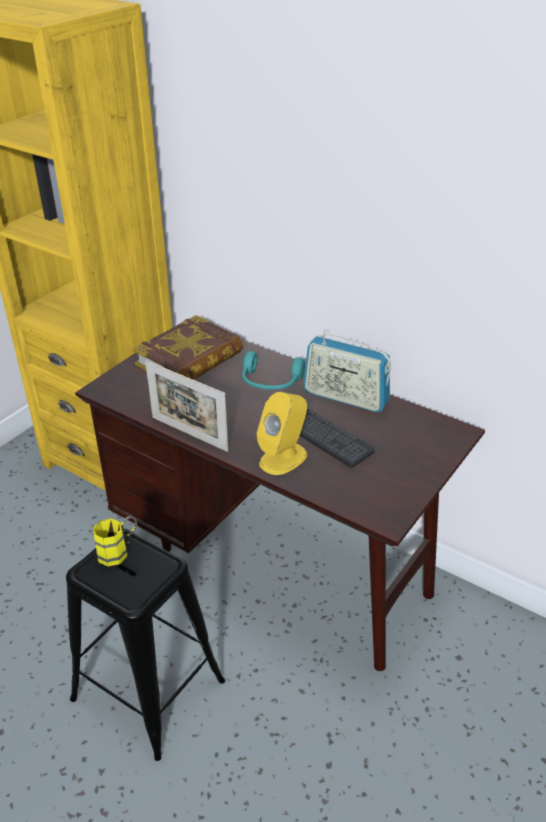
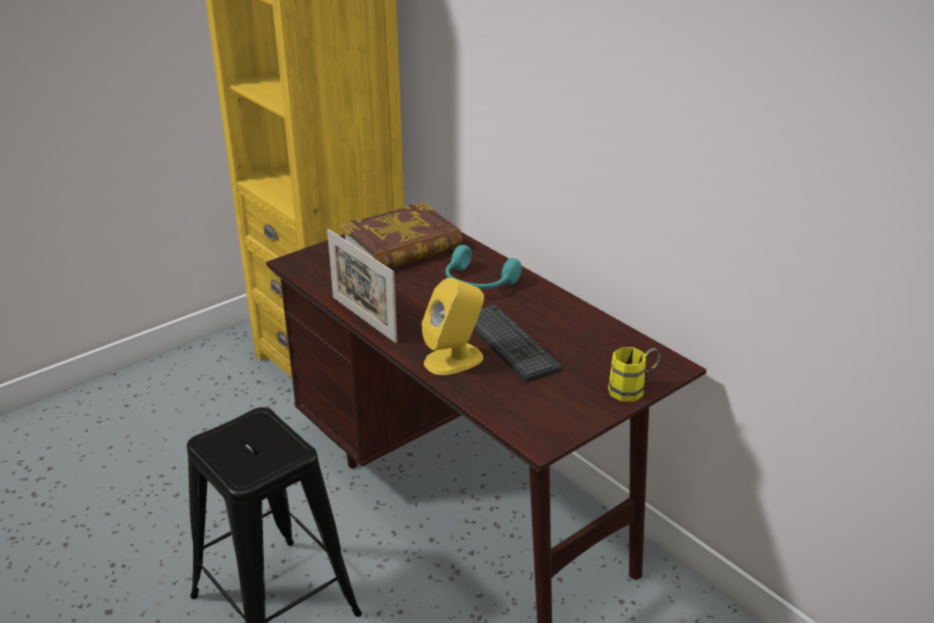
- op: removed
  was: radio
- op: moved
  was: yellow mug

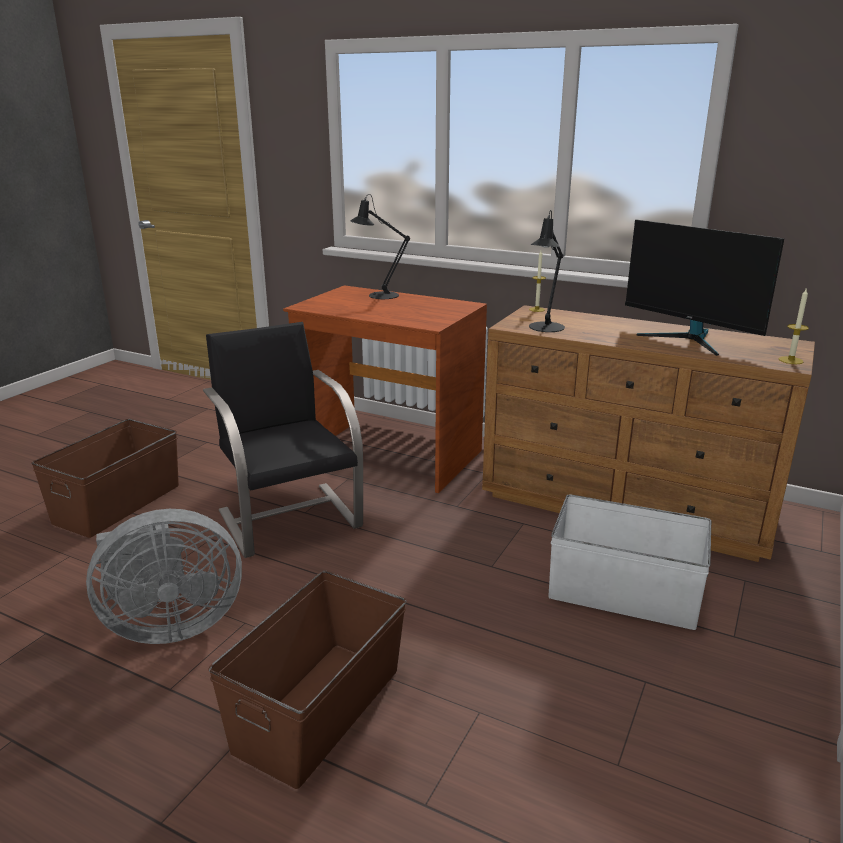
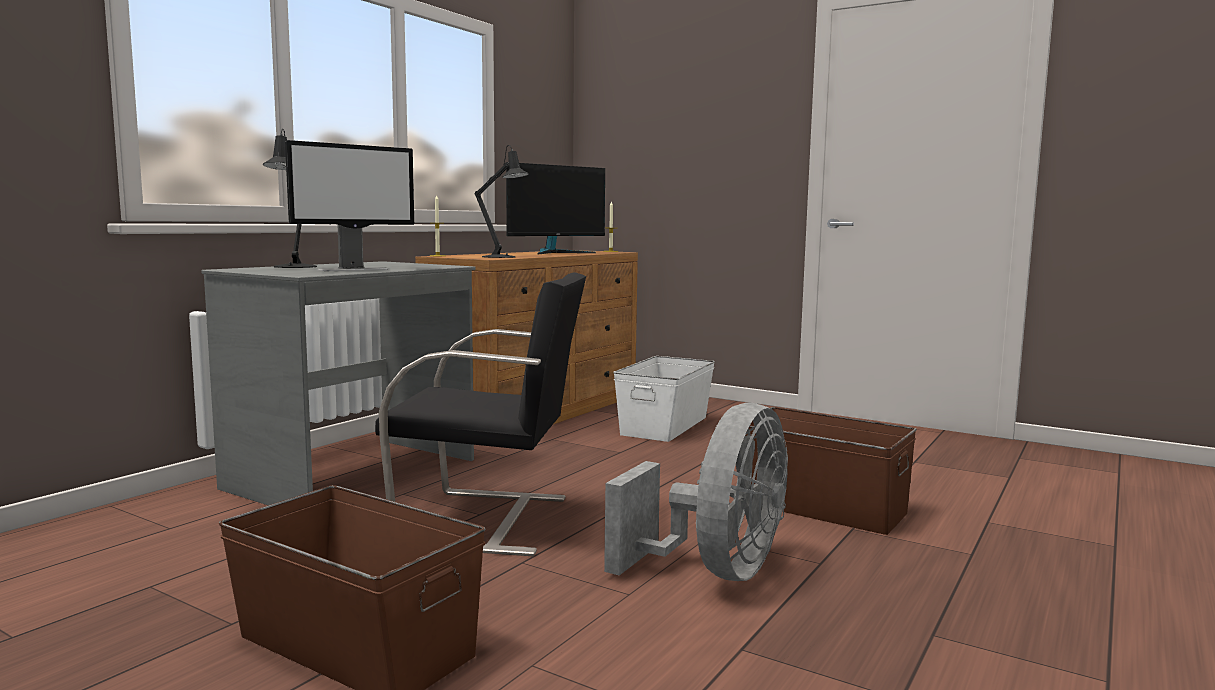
- op: recoloured
  was: brown desk
  now: grey desk
- op: turned
  was: black chair
  clockwise: -150
- op: turned
  was: grey fan
  clockwise: 45
- op: added
  now: monitor (1st from left)

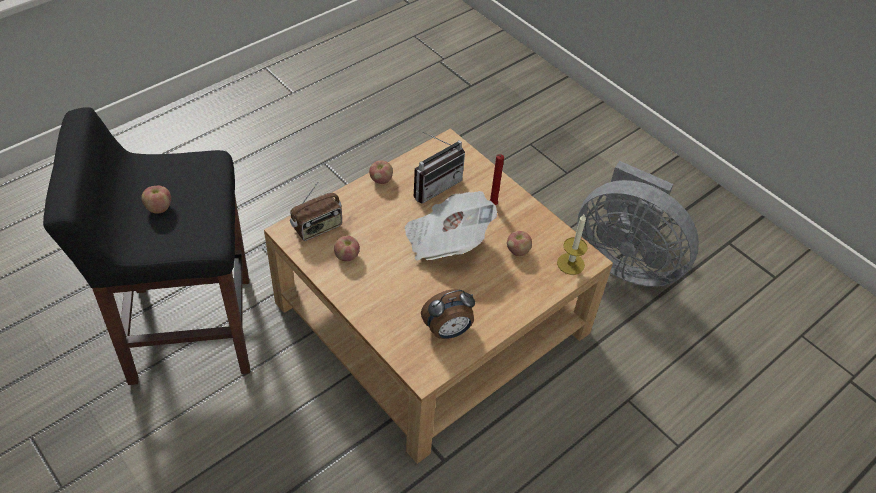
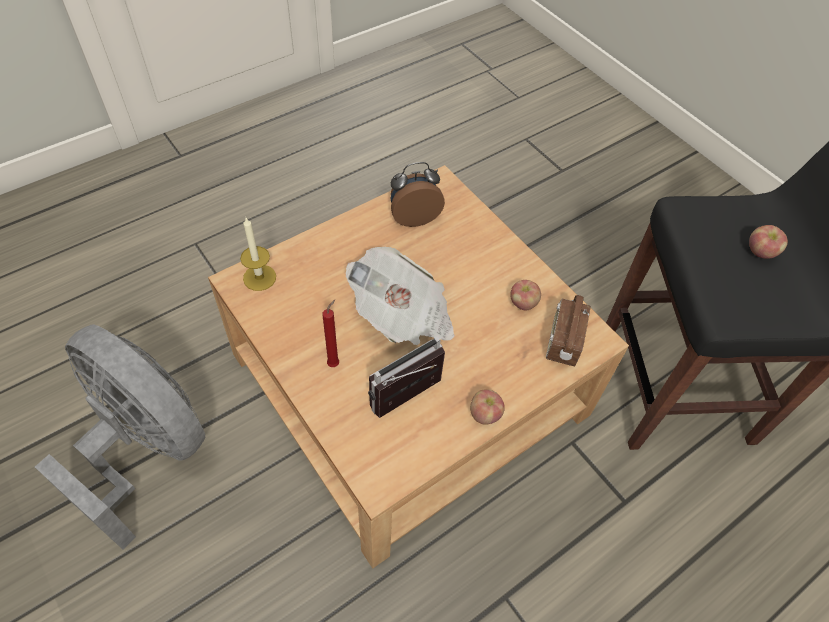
- op: turned
  was: radio (1st from left in the first image)
  clockwise: -45
- op: removed
  was: apple (4th from left)

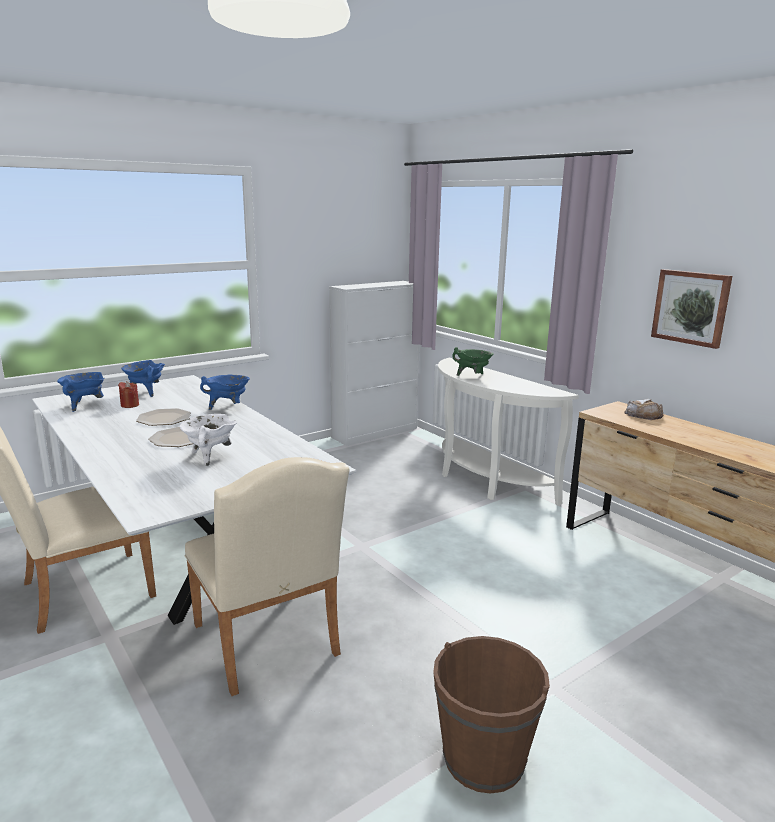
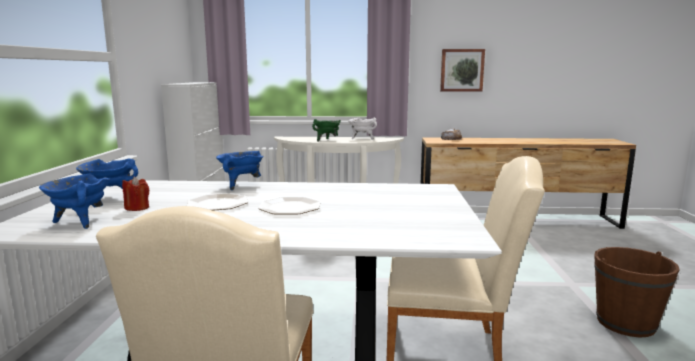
- op: moved
  was: white cooking pot

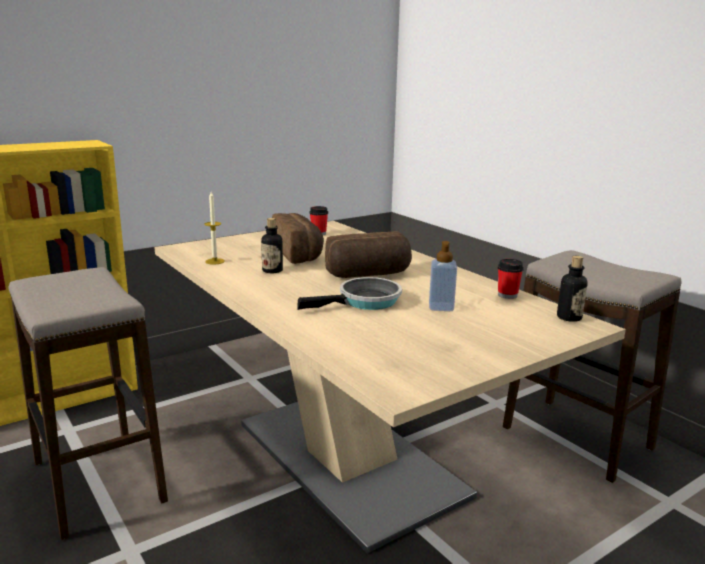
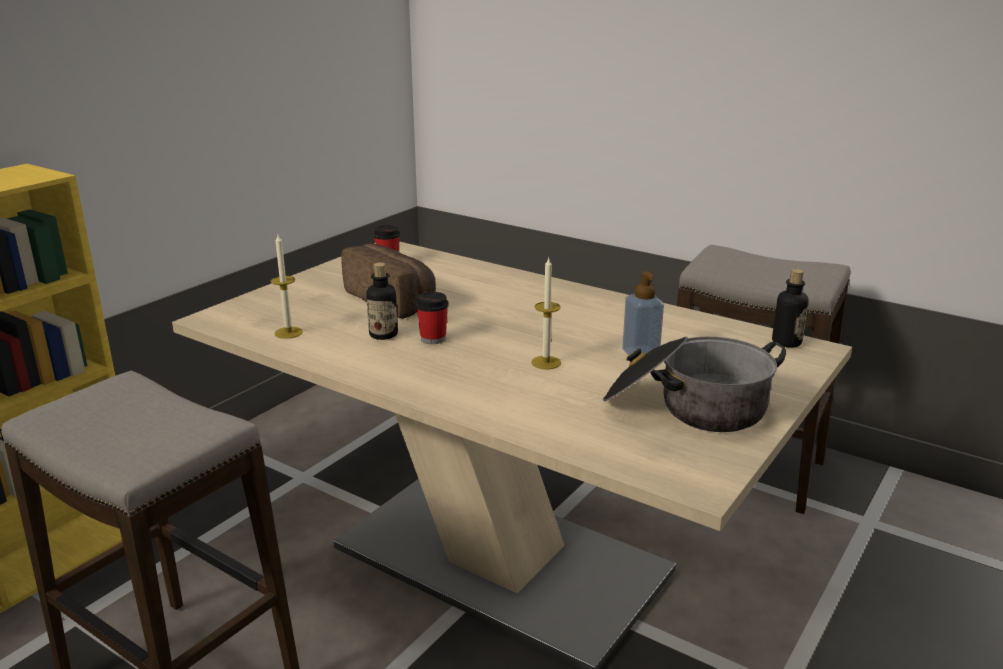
- op: removed
  was: bread (2nd from left)
- op: moved
  was: cup (2nd from left)
- op: replaced
  was: frying pan
  now: candle (2nd from left)
- op: added
  now: cooking pot

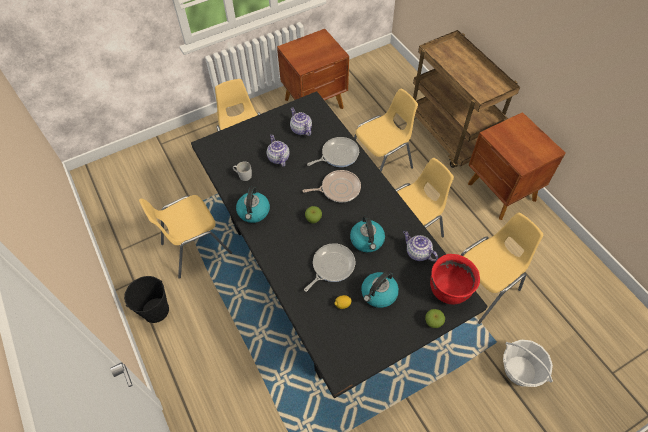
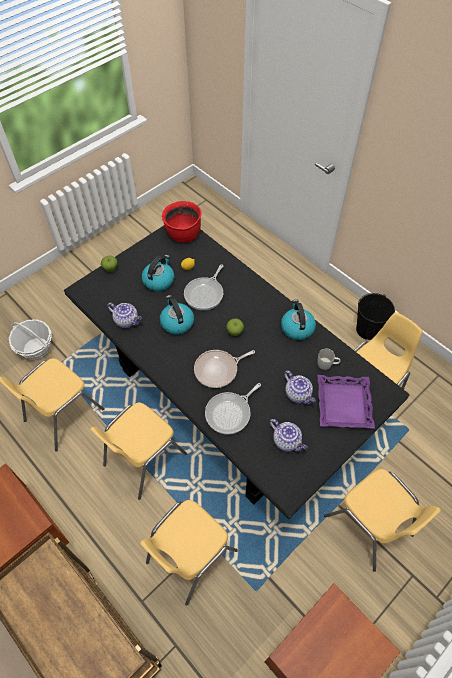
- op: moved
  was: red cooking pot
- op: added
  now: purple tray

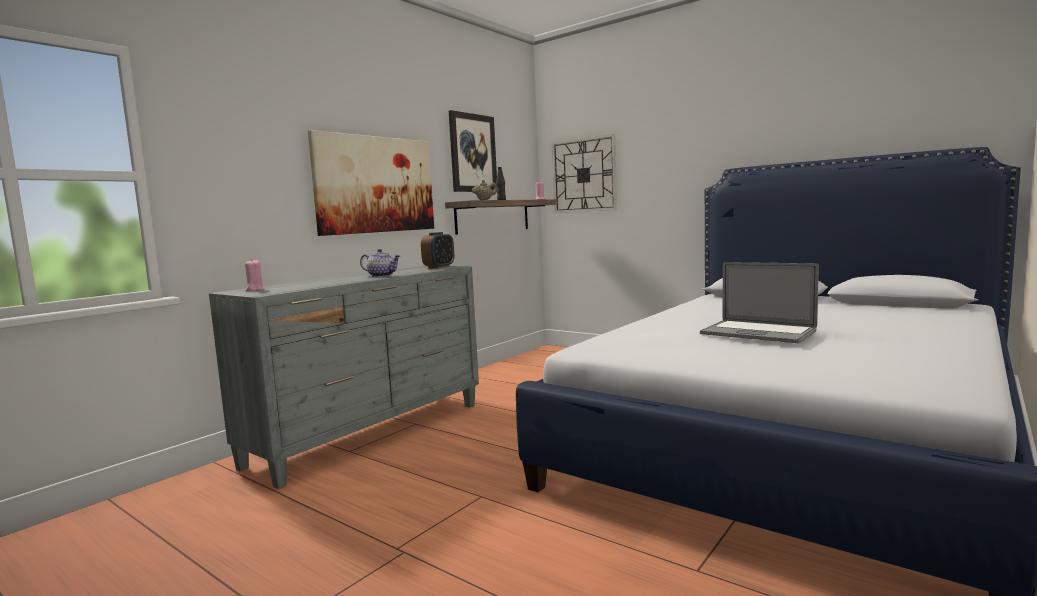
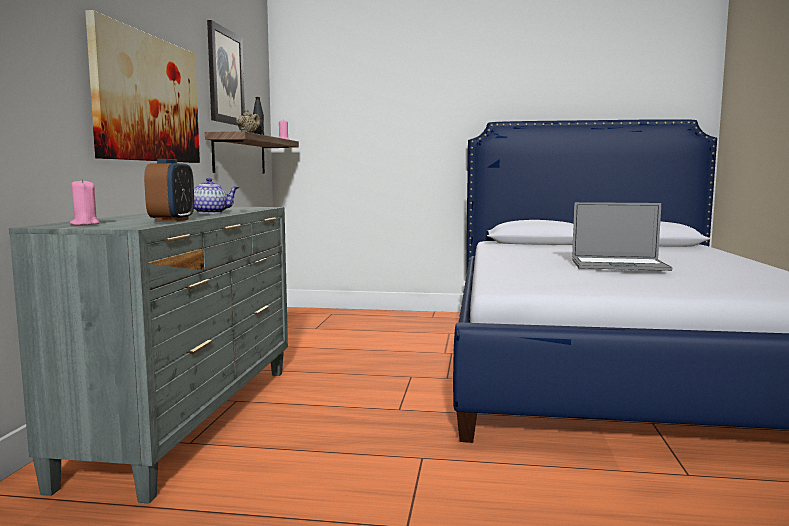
- op: removed
  was: wall clock
- op: moved
  was: alarm clock

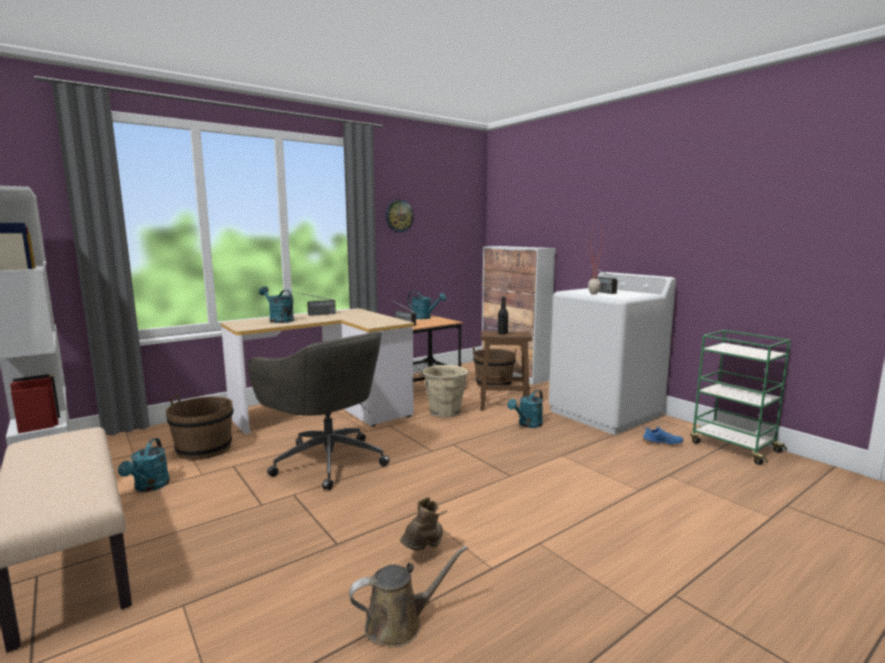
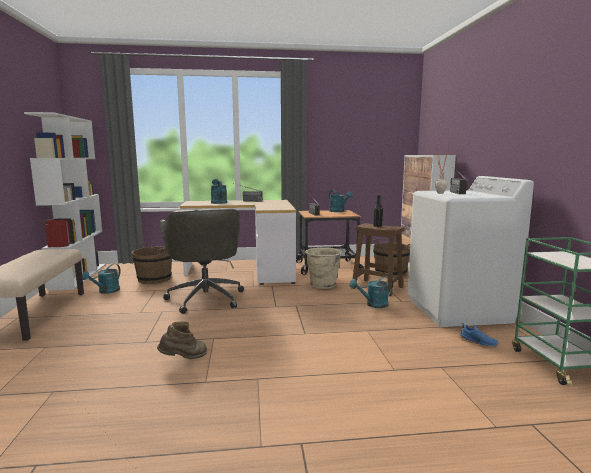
- op: removed
  was: wall clock
- op: removed
  was: brown watering can

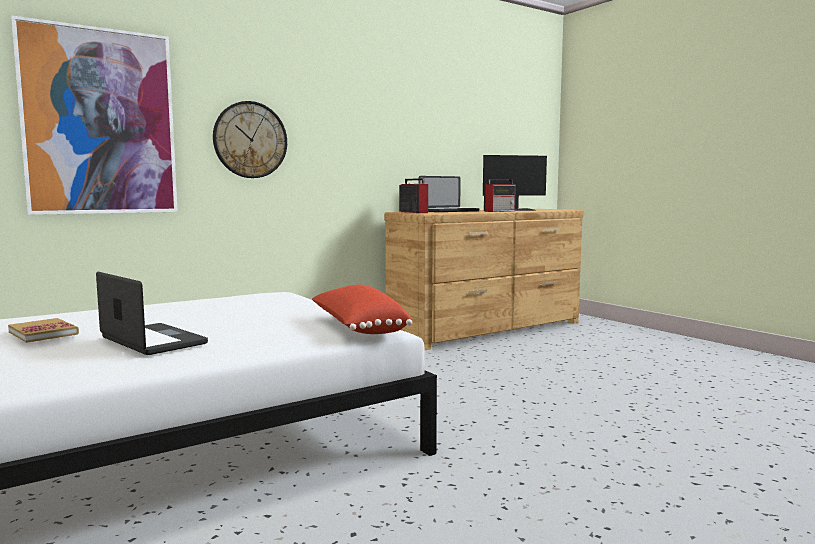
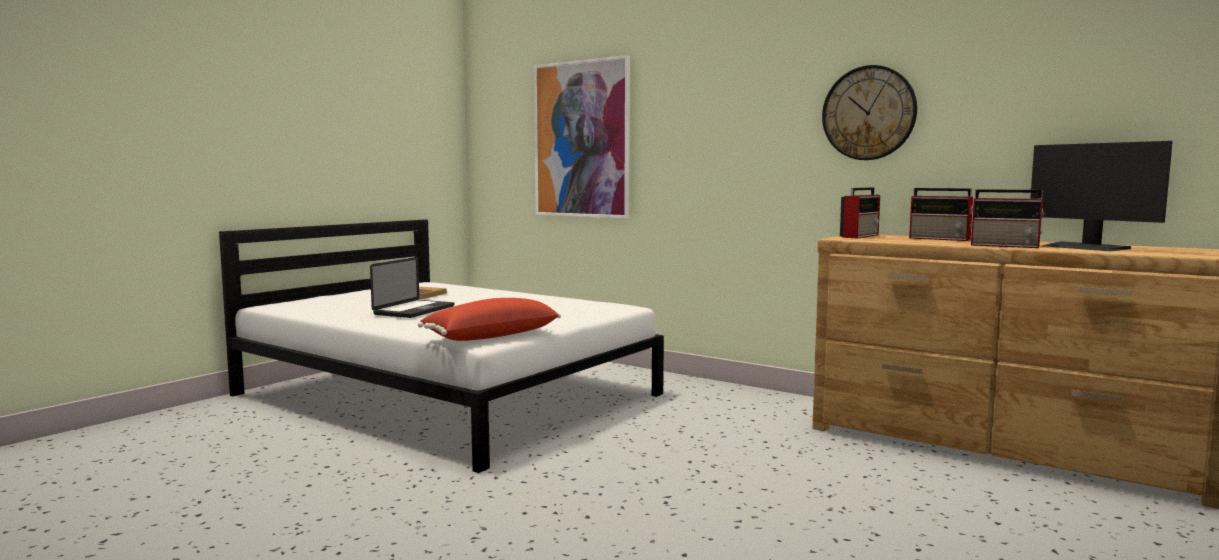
- op: moved
  was: wall clock
- op: replaced
  was: laptop (2nd from left)
  now: radio (2nd from left)

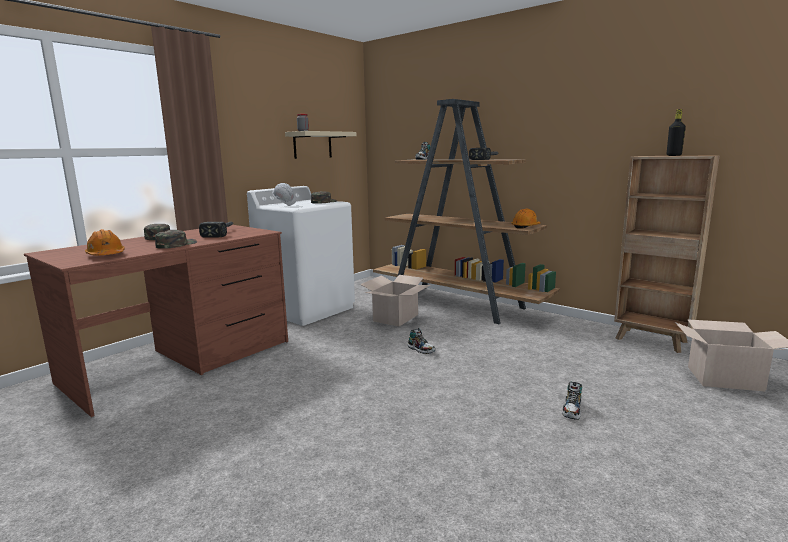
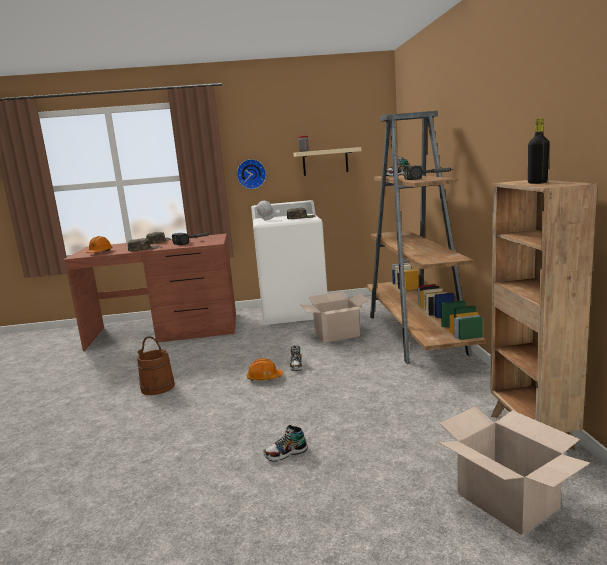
- op: moved
  was: orange hard hat (2nd from left)
- op: added
  now: wall clock
- op: added
  now: brown bucket

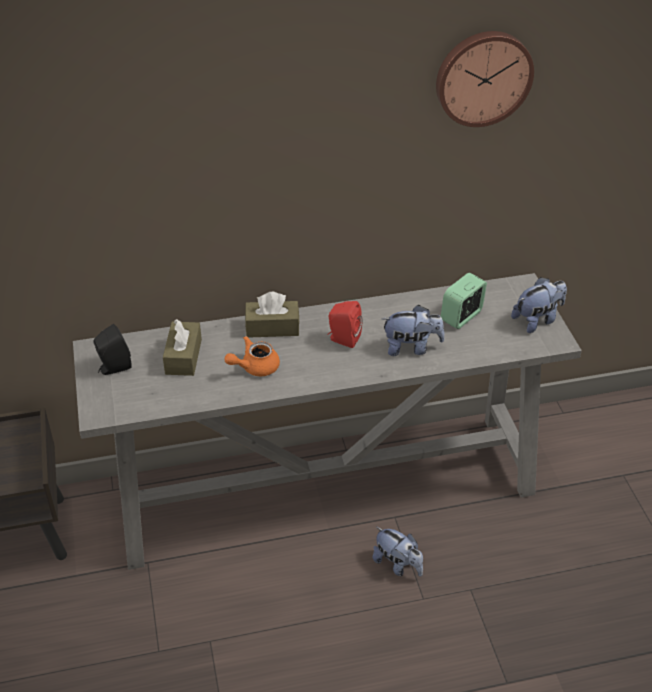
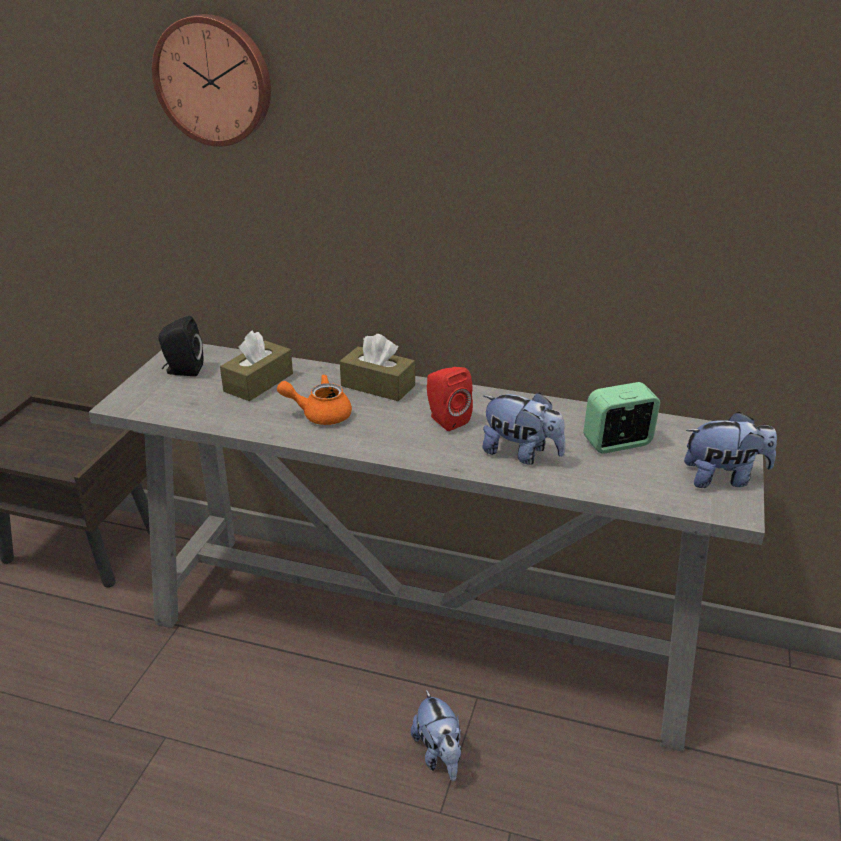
- op: moved
  was: wall clock

